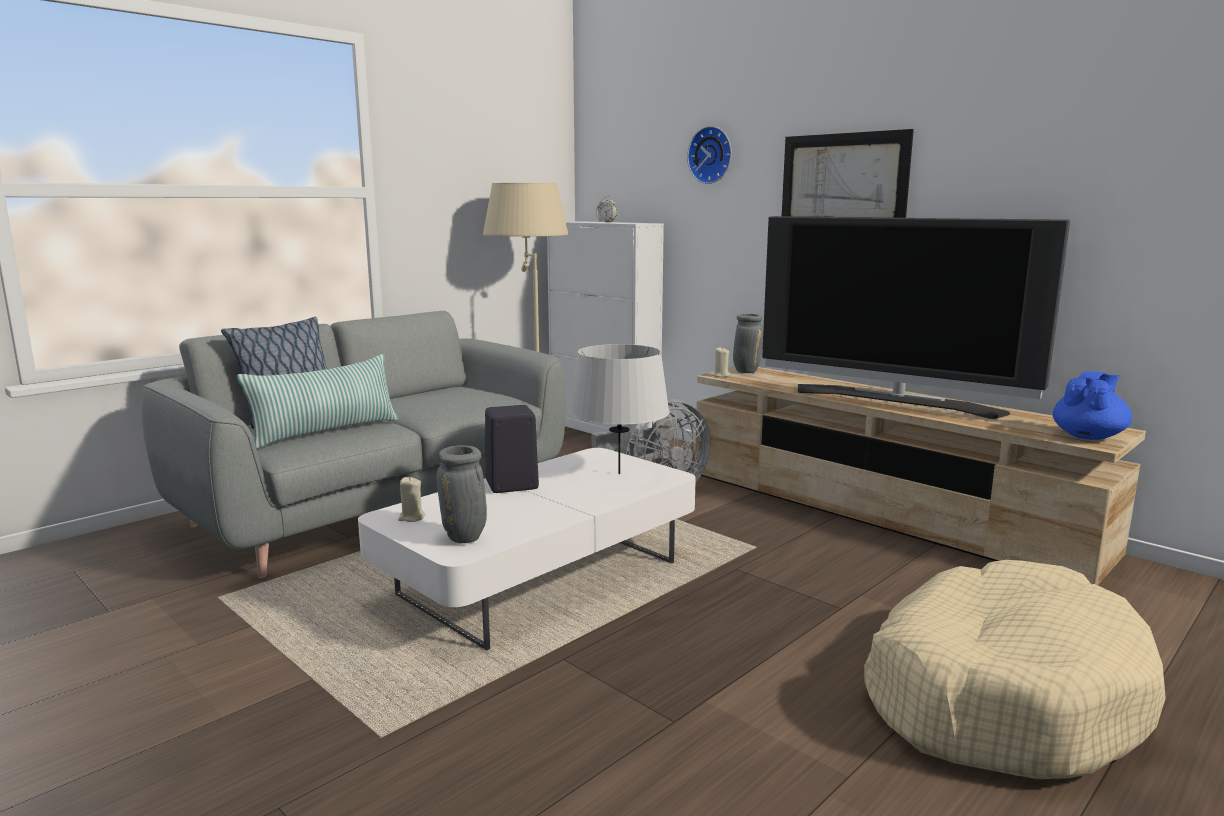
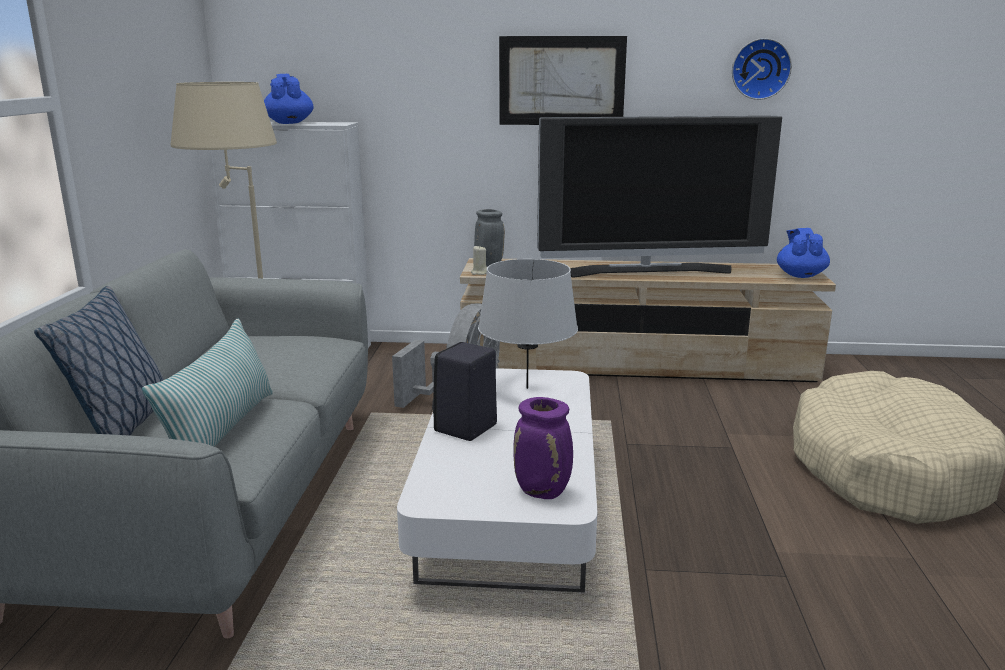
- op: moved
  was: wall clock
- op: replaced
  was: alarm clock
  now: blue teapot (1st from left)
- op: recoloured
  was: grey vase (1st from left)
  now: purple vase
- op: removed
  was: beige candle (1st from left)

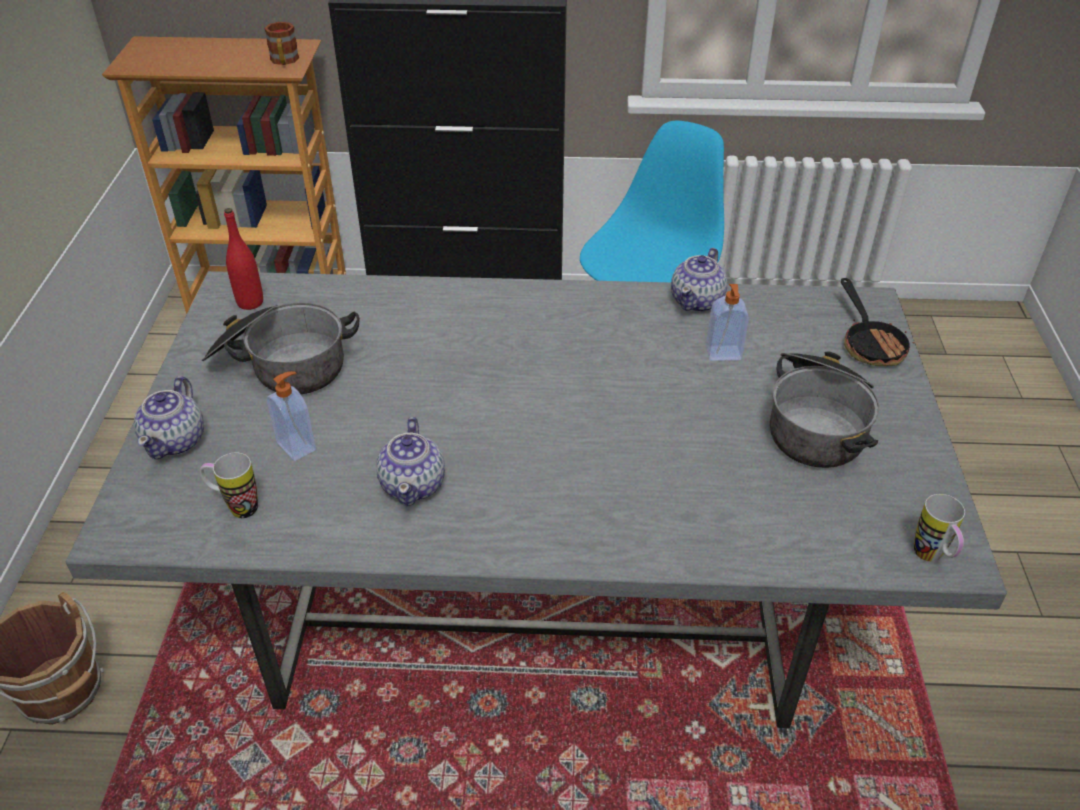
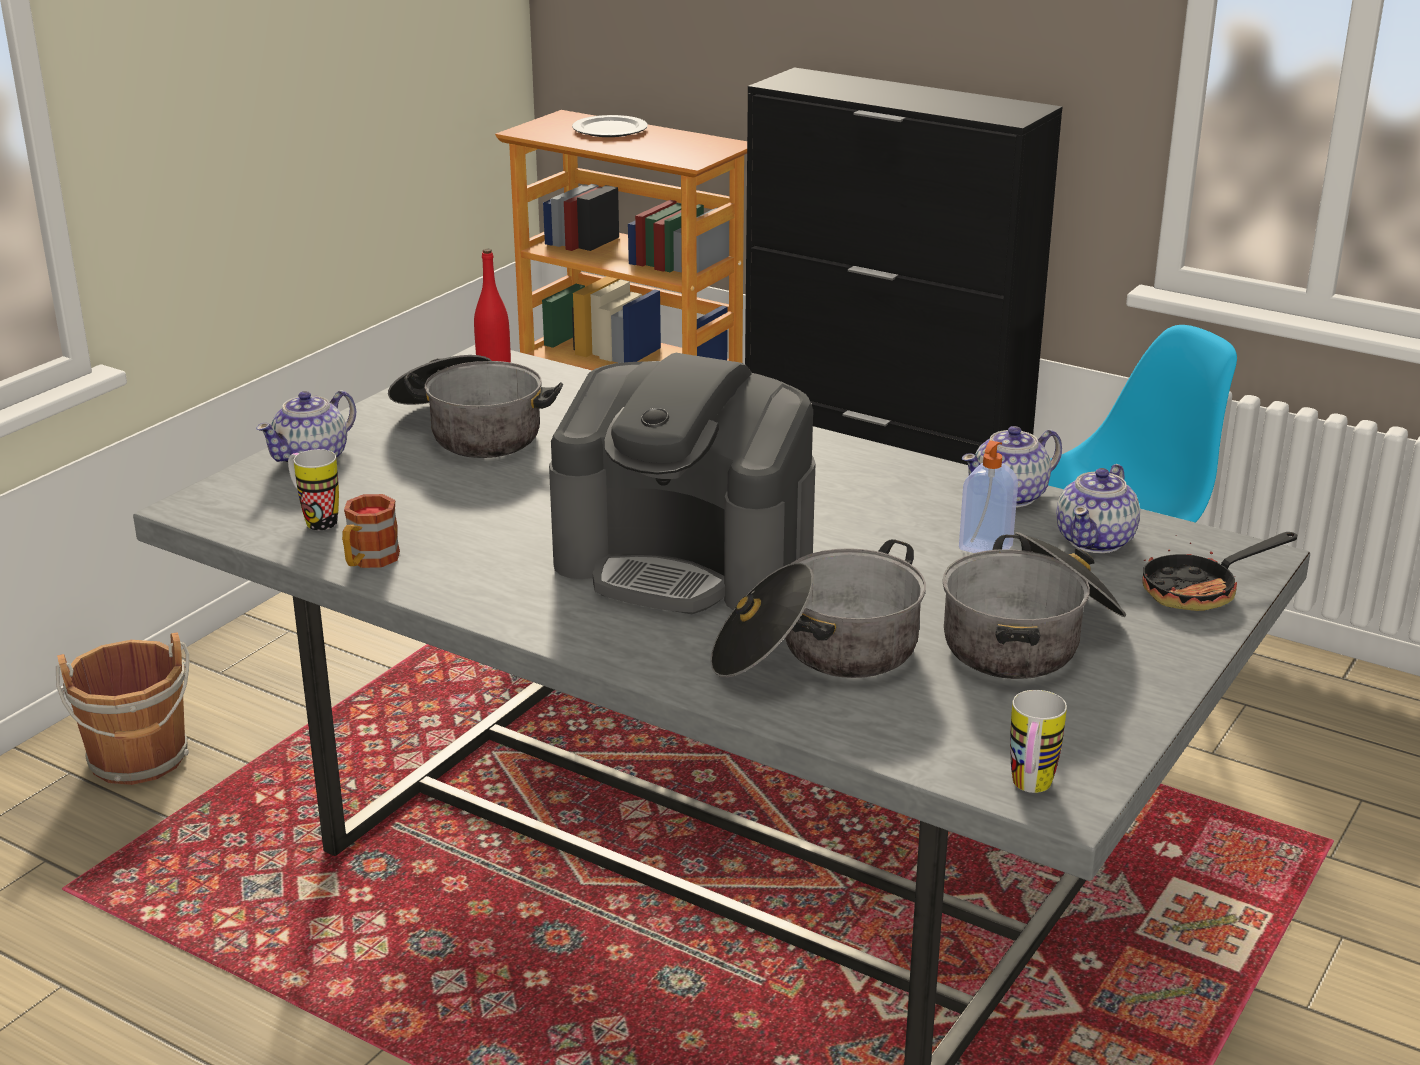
- op: moved
  was: mug (2nd from left)
- op: turned
  was: frying pan
  clockwise: 45
- op: removed
  was: soap dispenser (1st from left)
- op: moved
  was: teapot (2nd from left in the first image)
  now: teapot (3rd from left)
- op: added
  now: plate
- op: added
  now: coffee machine
- op: added
  now: cooking pot (2nd from left)

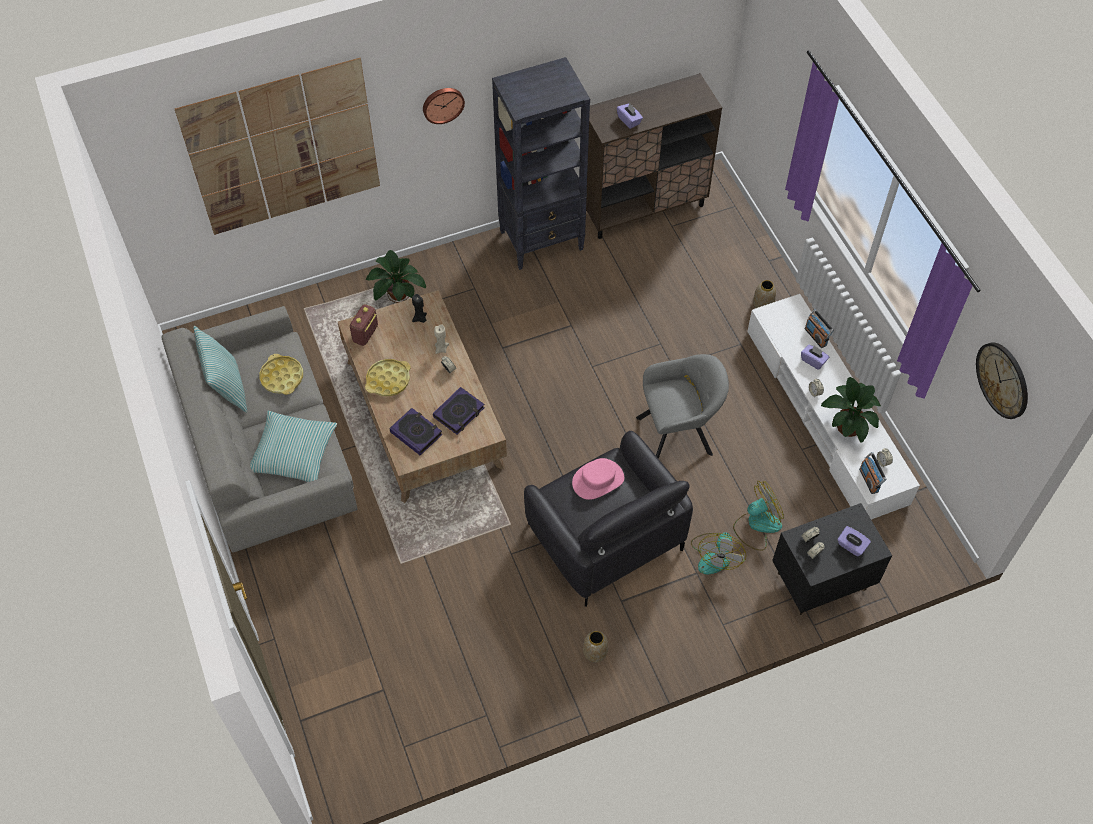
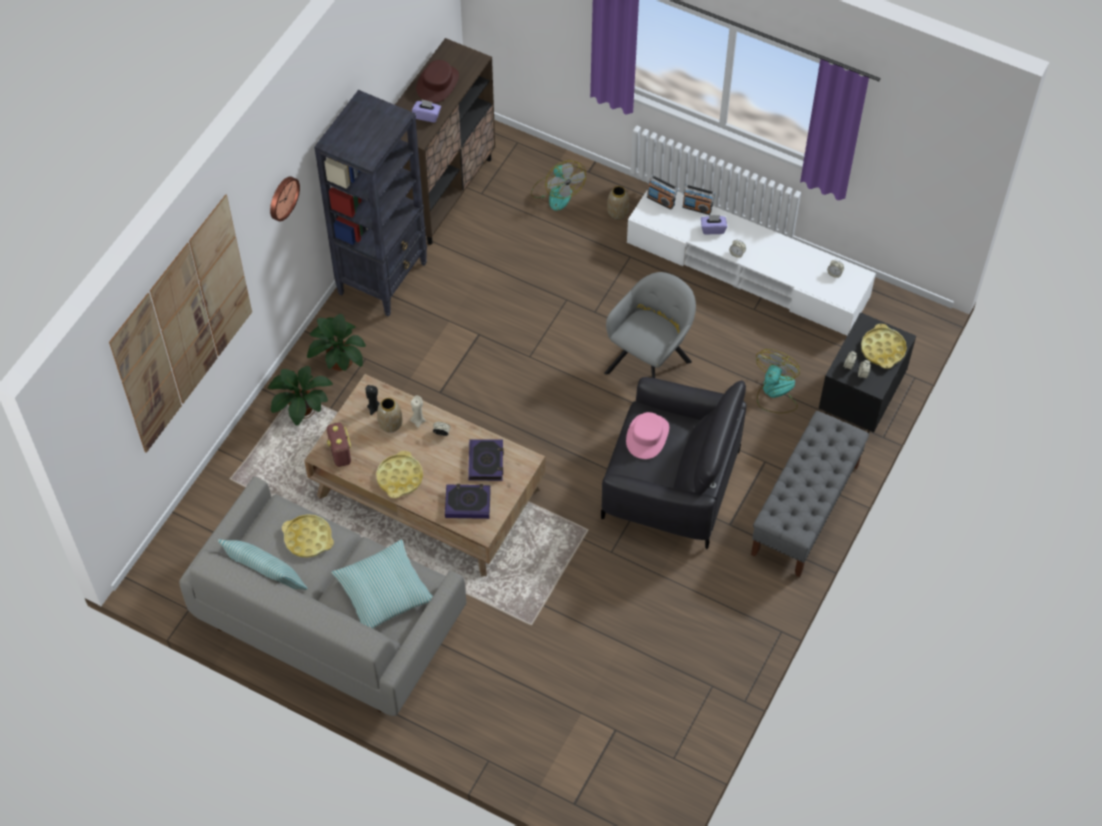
- op: removed
  was: wall clock (2nd from left)
- op: moved
  was: potted plant (2nd from left)
- op: moved
  was: radio (3rd from left in the first image)
  now: radio (2nd from left)
- op: replaced
  was: purple tissue box (3rd from left)
  now: yellow tray (3rd from left)
- op: moved
  was: fan (1st from left)
- op: moved
  was: vase (1st from left)
- op: added
  now: brown hat
- op: added
  now: grey bench

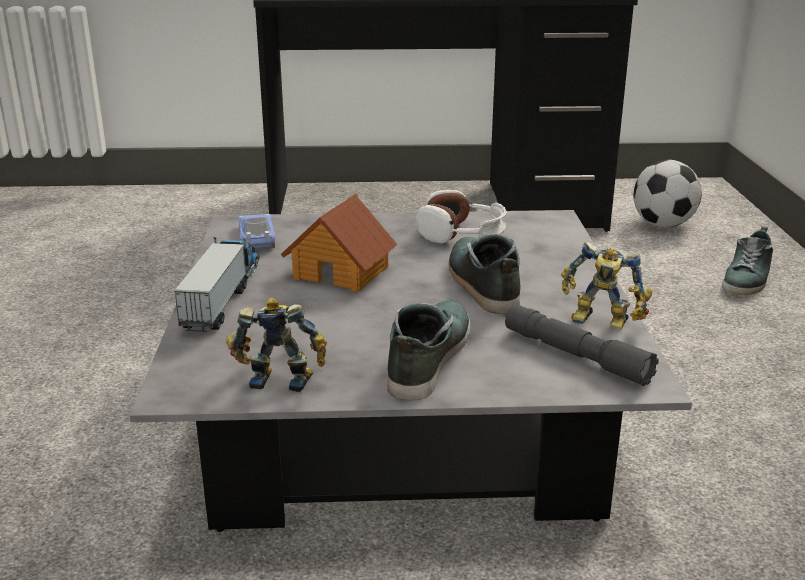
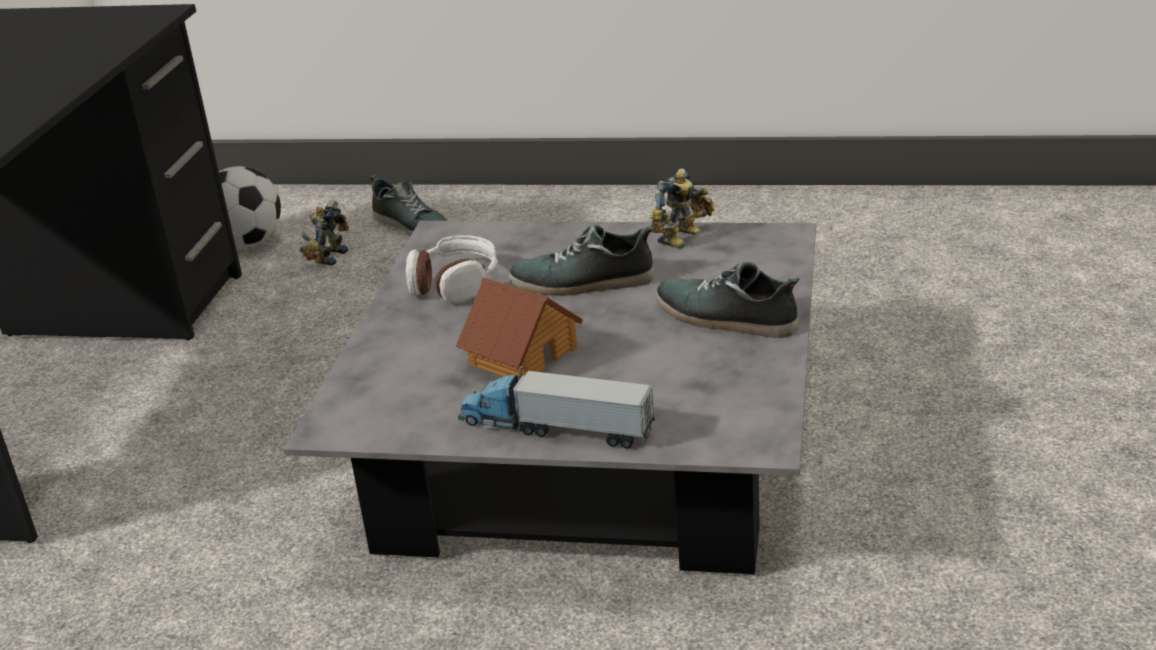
- op: removed
  was: toy car
- op: moved
  was: toy robot (1st from left)
- op: removed
  was: grey flashlight

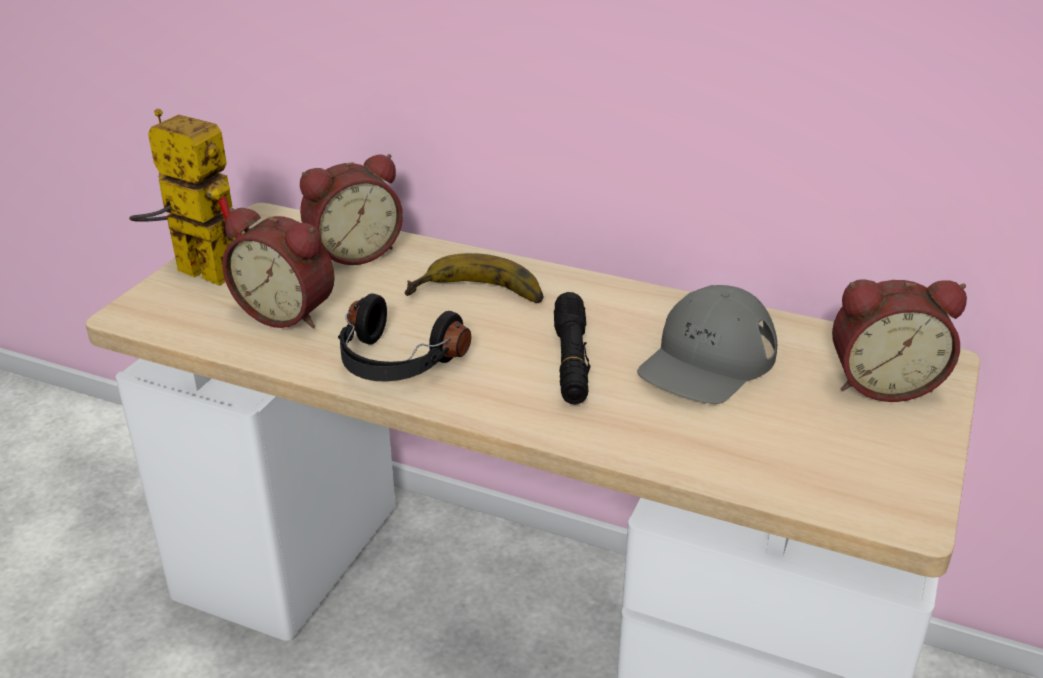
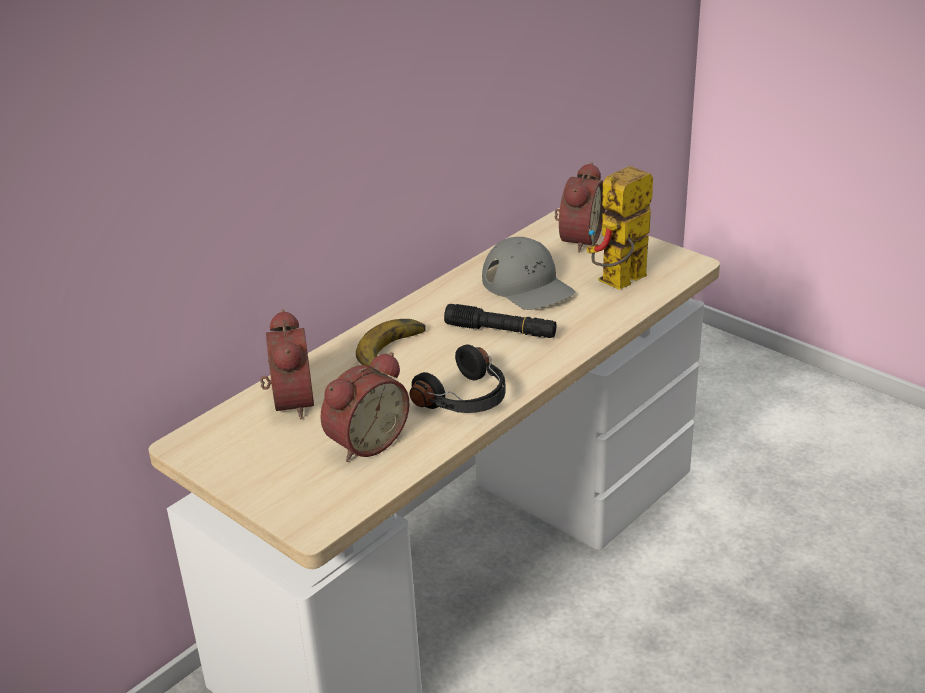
- op: moved
  was: toy robot

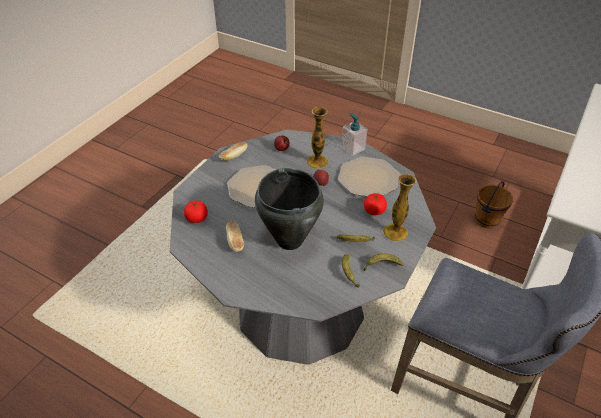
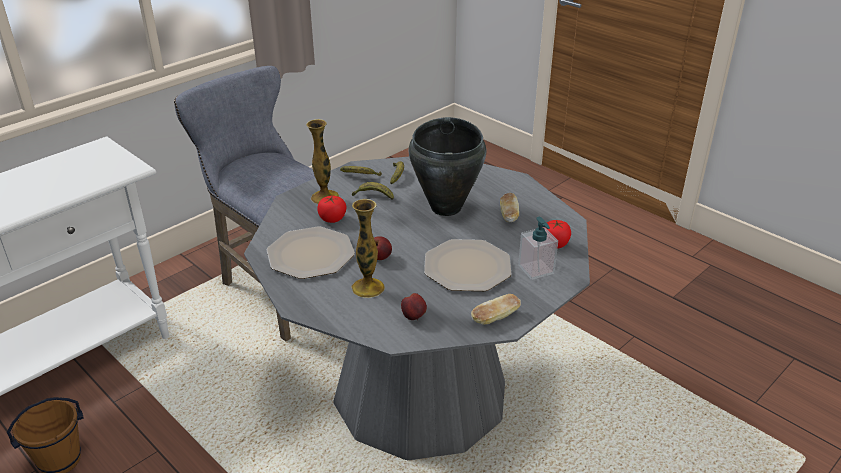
- op: moved
  was: soap dispenser

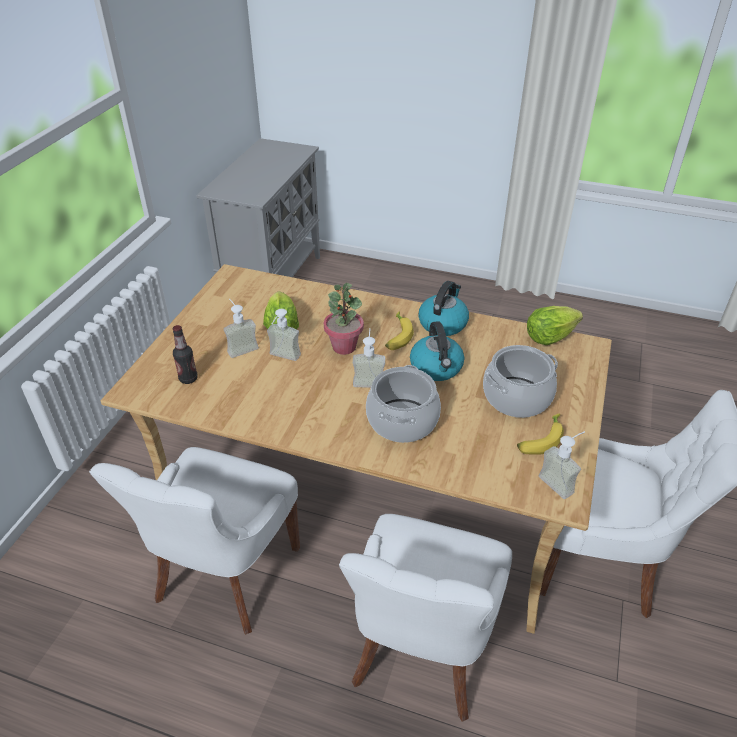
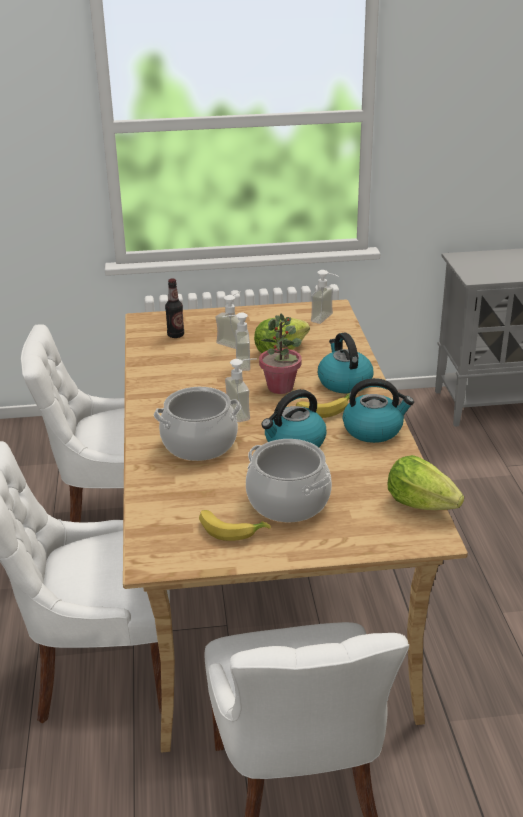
- op: moved
  was: soap dispenser (4th from left)
- op: added
  now: kettle (2nd from left)

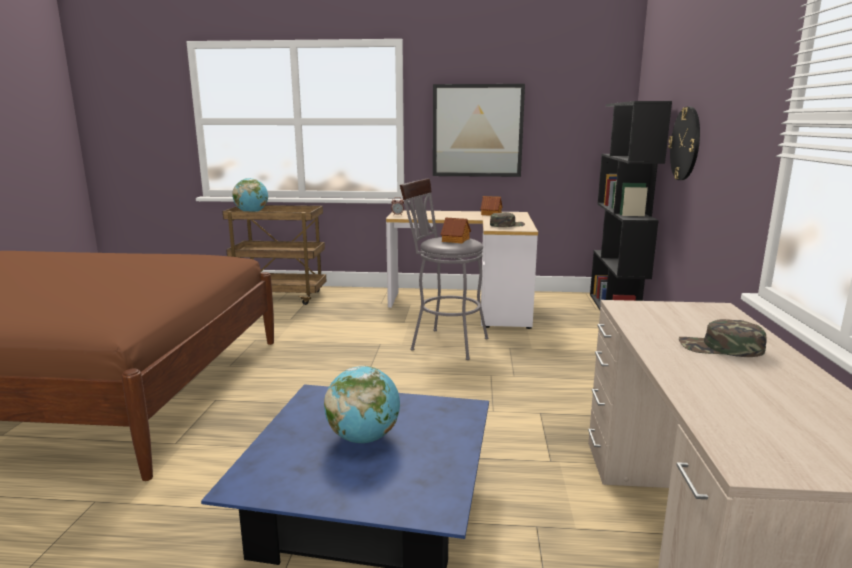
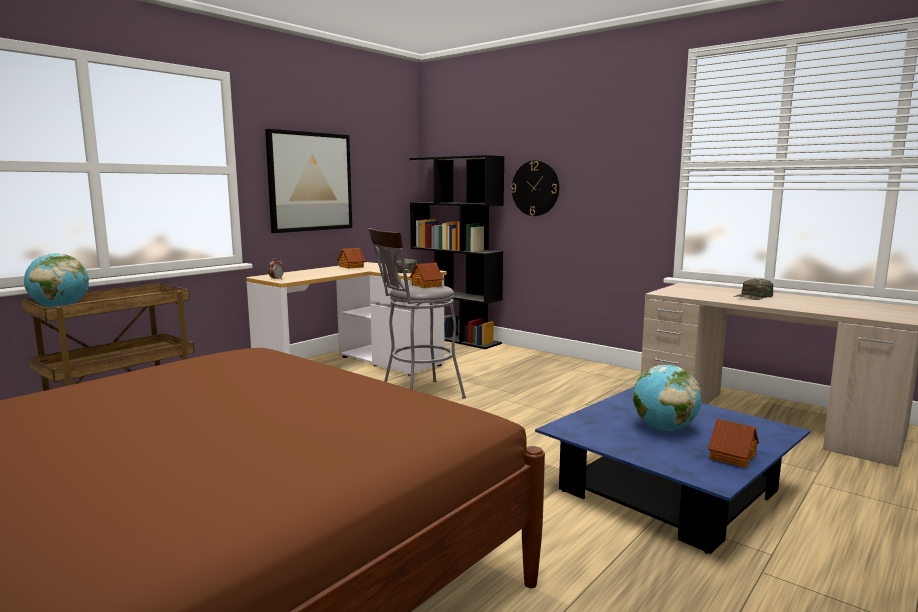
- op: added
  now: toy house (3rd from left)

